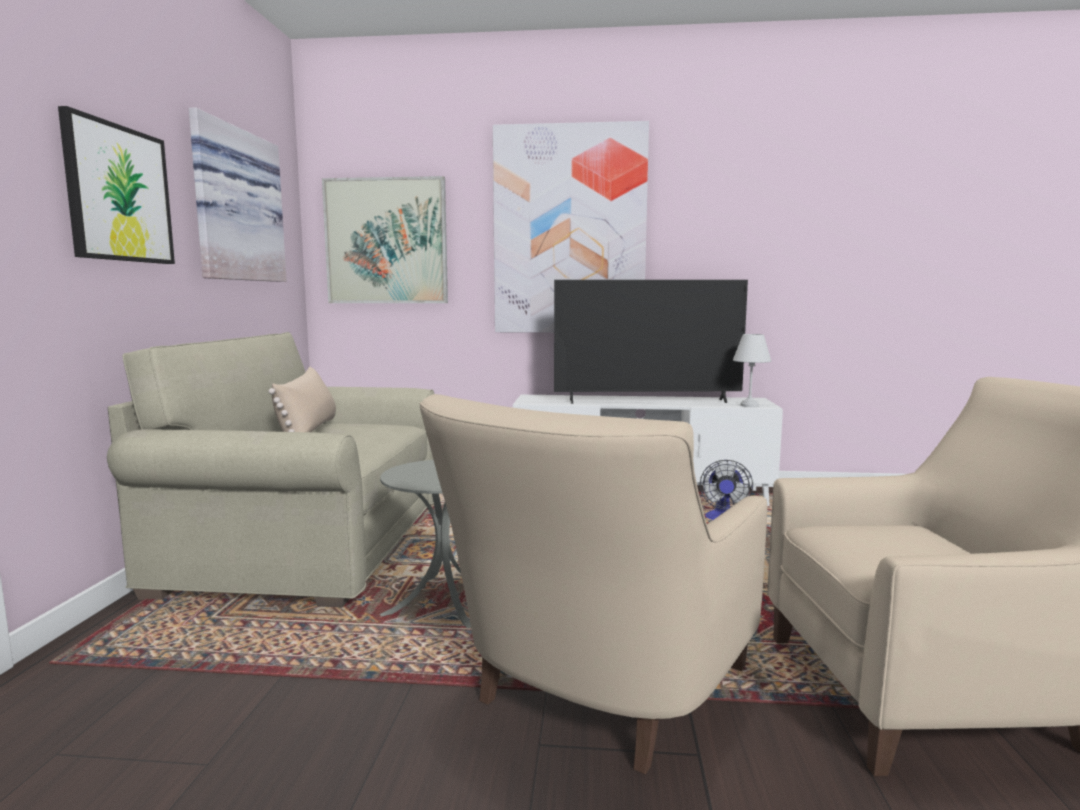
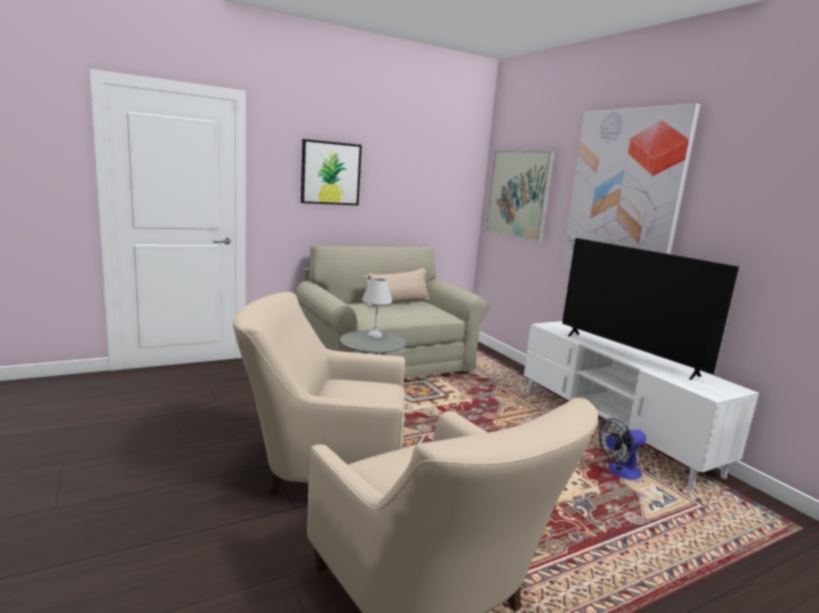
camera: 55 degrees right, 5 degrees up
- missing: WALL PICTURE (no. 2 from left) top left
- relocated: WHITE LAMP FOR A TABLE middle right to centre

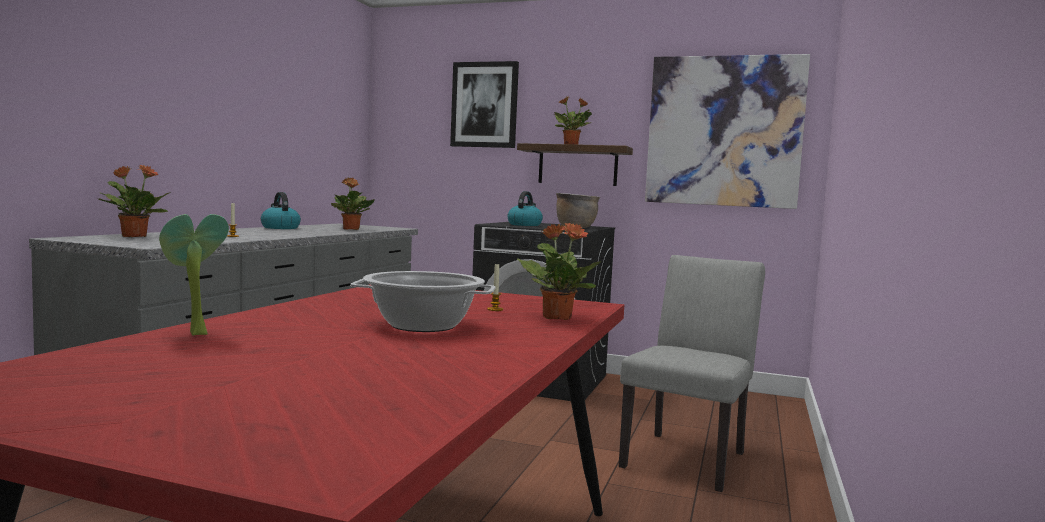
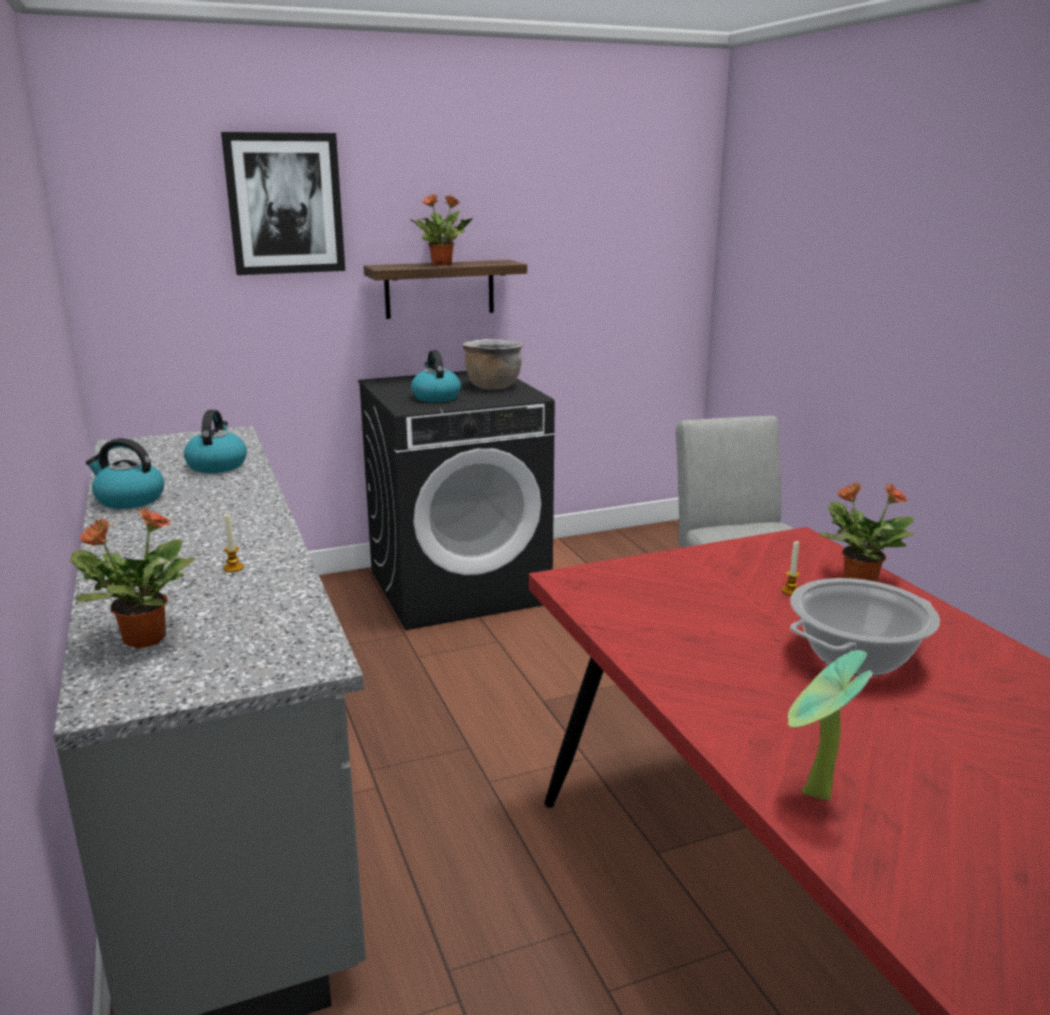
camera: 40 degrees left, 15 degrees up
- missing: WALL PICTURE (no. 2 from left) top right
- exchanged: HOUSEPLANT (no. 3 from left) centre to TEA KETTLE (no. 2 from left) middle left

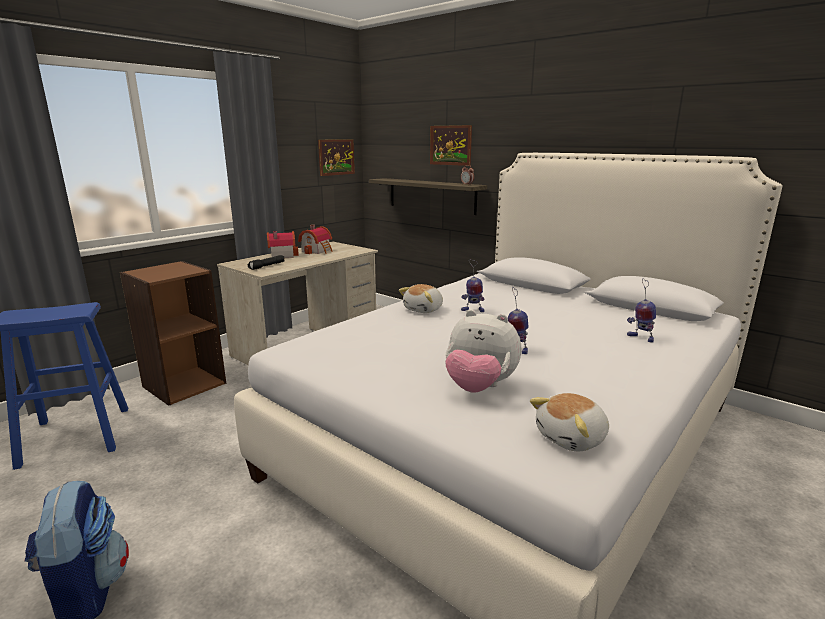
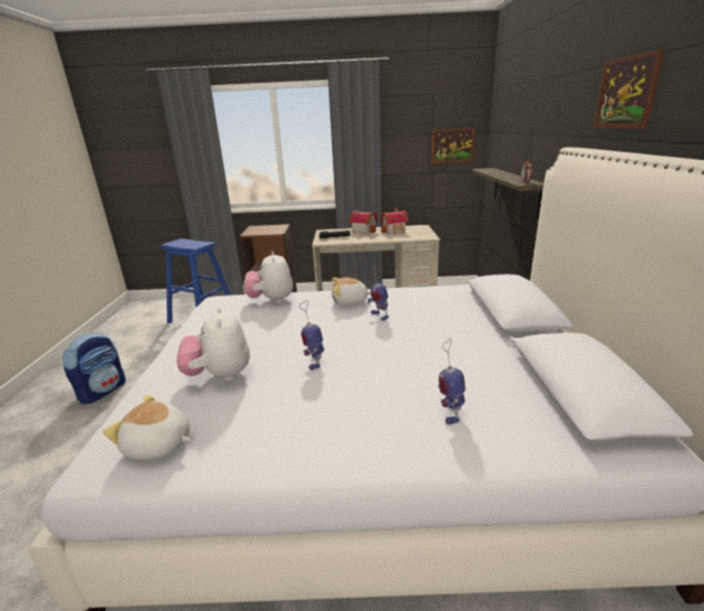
camera: 50 degrees right, 5 degrees up
- appeared: PLUSH TOY (no. 3 from left) centre
- relocated: WALL PICTURE (no. 2 from left) top centre to top right

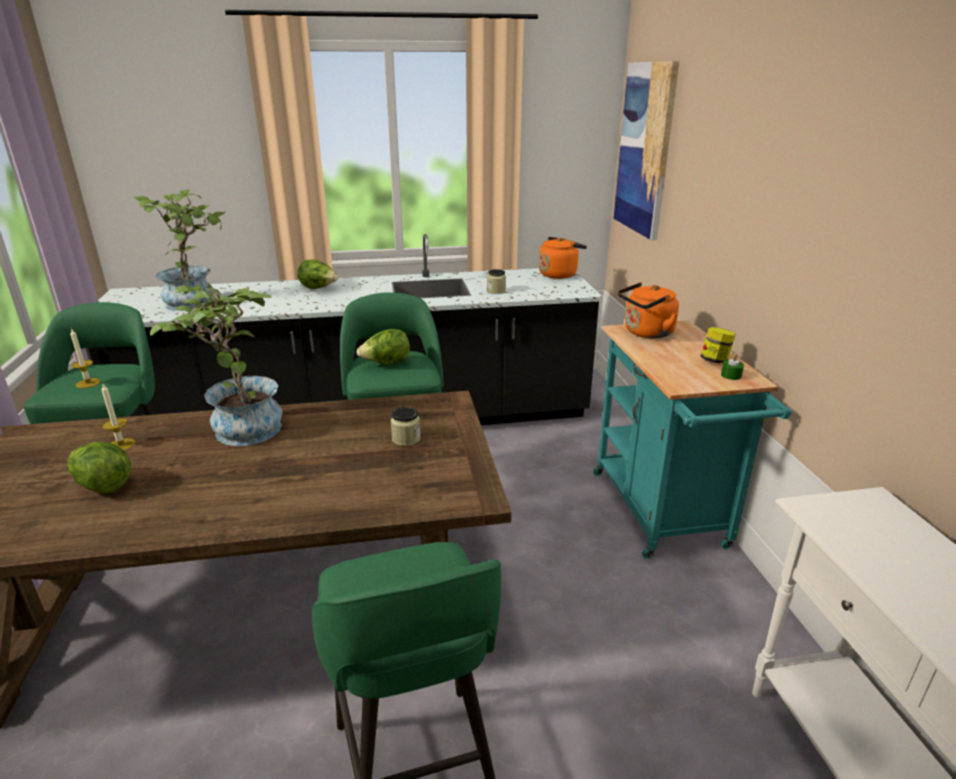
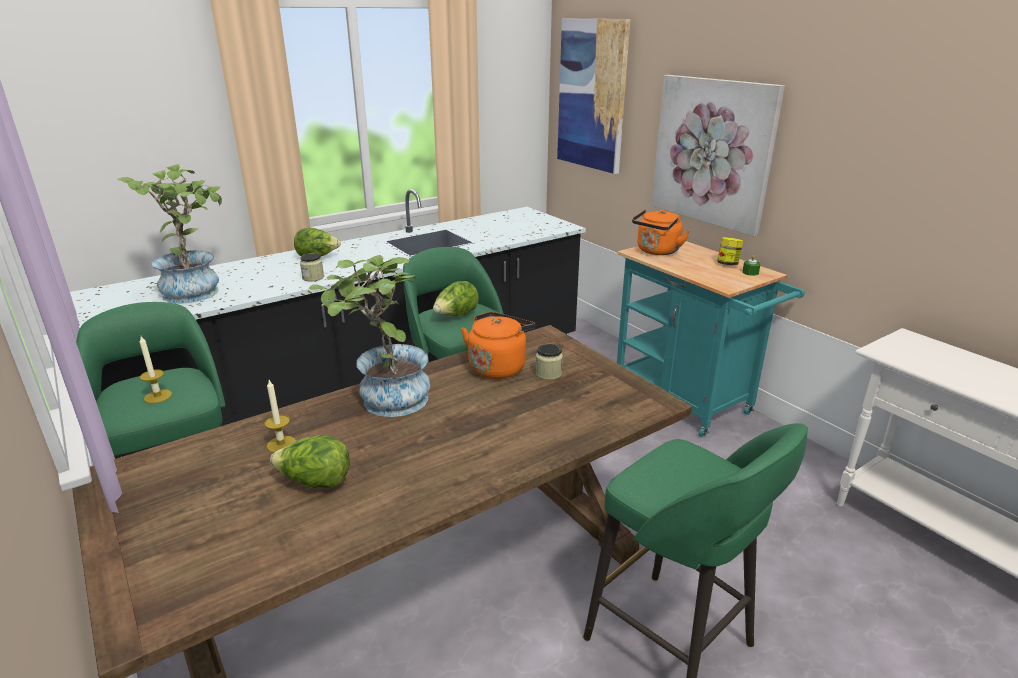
camera: 25 degrees left, 0 degrees up
- appeared: WALL PICTURE (no. 2 from left) top right
- relocated: STORAGE JAR (no. 2 from left in the first image) centre to STORAGE JAR (no. 1 from left) middle left
- relocated: ORANGE TEA KETTLE (no. 1 from left) top centre to centre

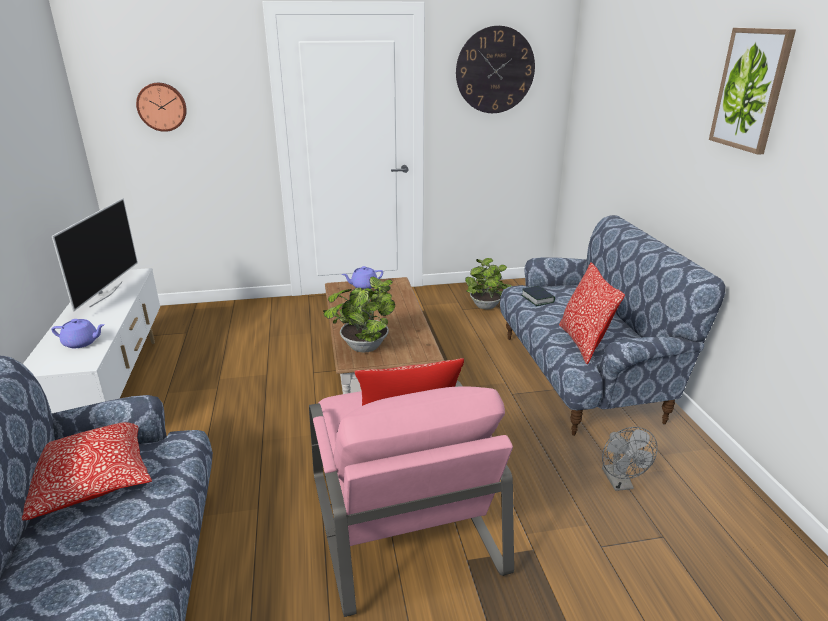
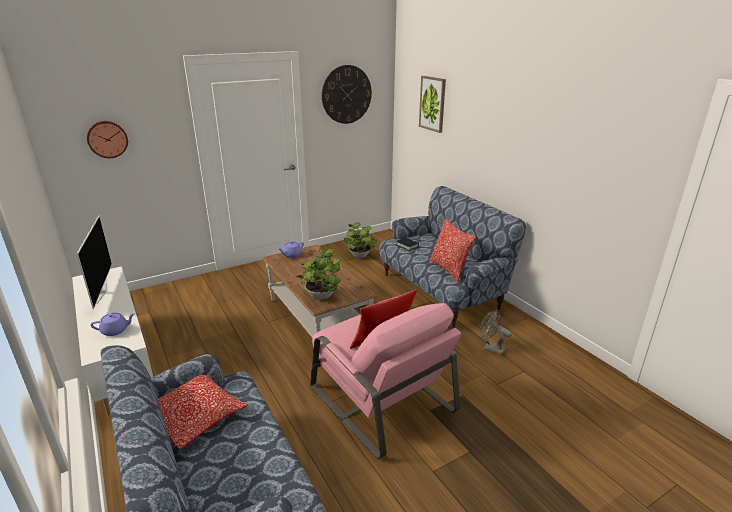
camera: 20 degrees left, 0 degrees up
- relocated: WALL PICTURE top right to top centre
- spun: GREYISH ELECTRIC FAN bottom right = middle right 150 degrees clockwise

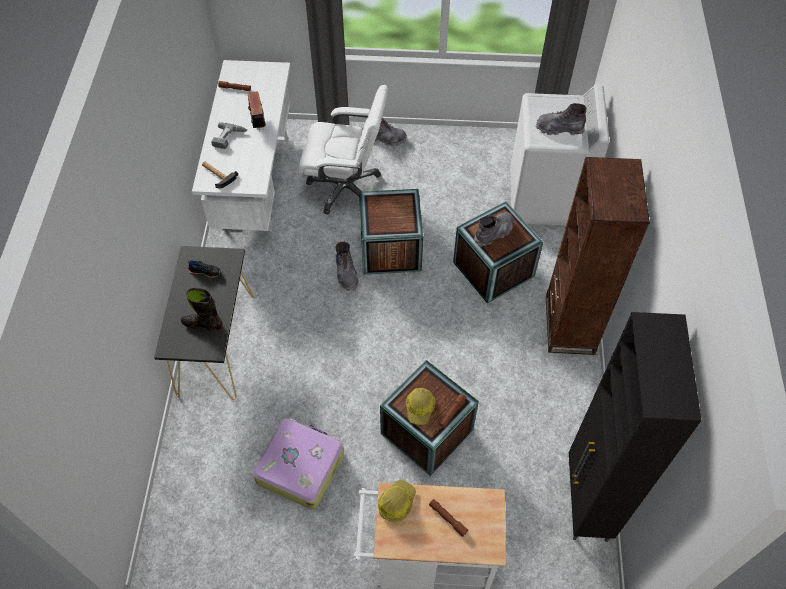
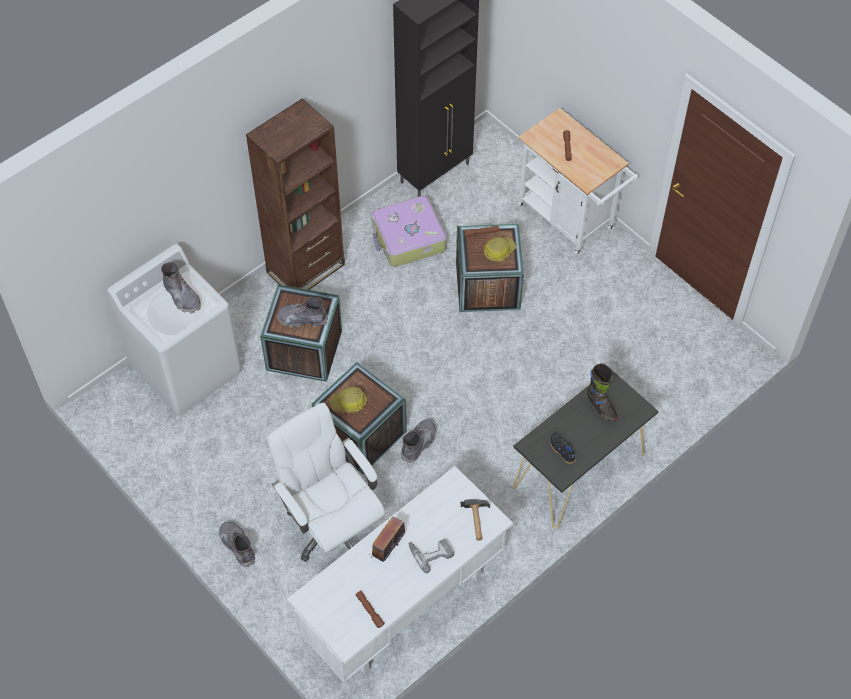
camera: 135 degrees left, 0 degrees up
- relocated: SUITCASE bottom centre to top centre
- relocated: WORK HELMET (no. 1 from left) bottom centre to centre

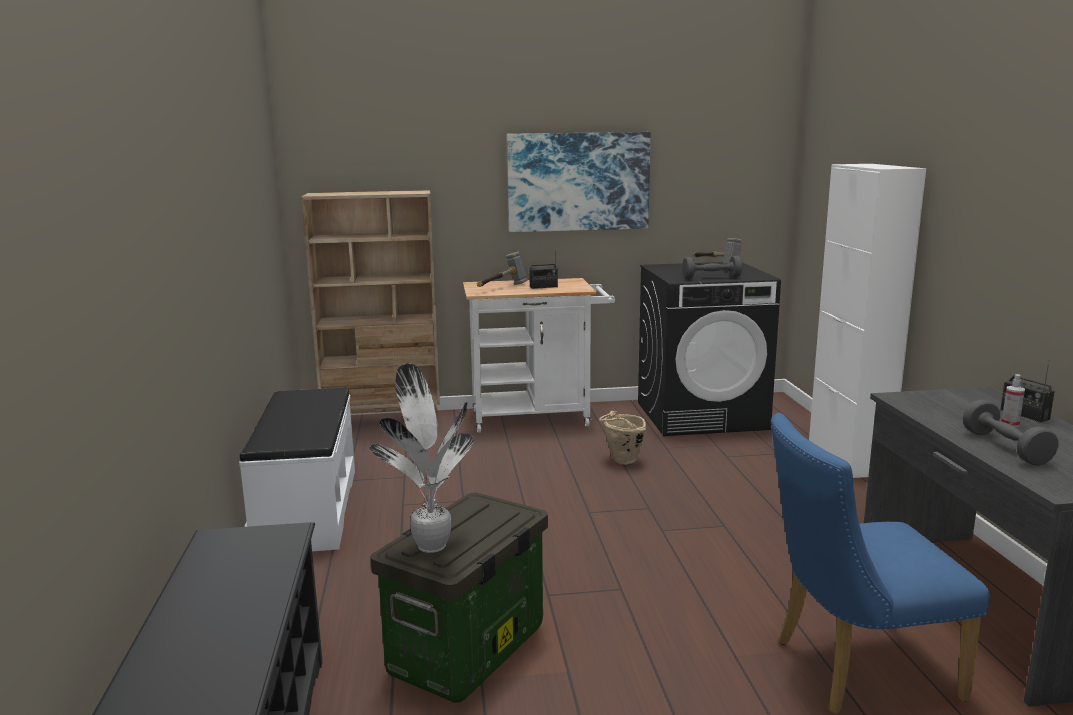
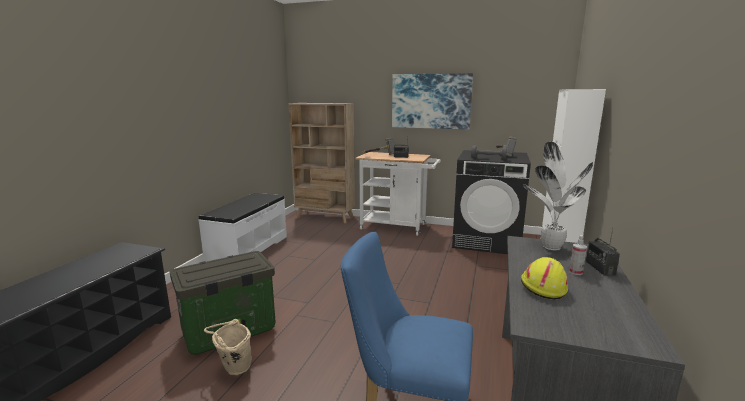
camera: 25 degrees right, 0 degrees up
- relocated: HOUSEPLANT centre to middle right
- relocated: BEIGE-COLOURED PAIL centre to bottom left
- exchanged: GREYISH HAND WEIGHT (no. 2 from left) middle right to YELLOWISH WORK HELMET bottom right

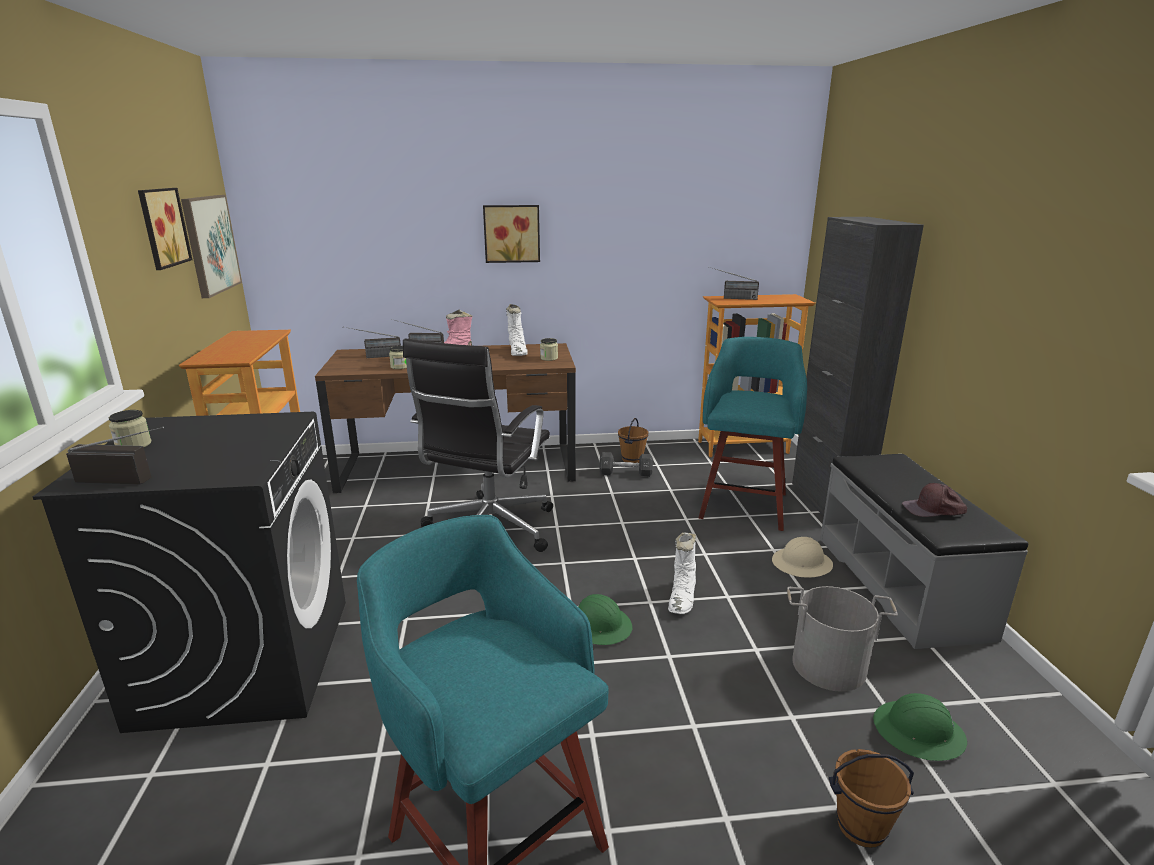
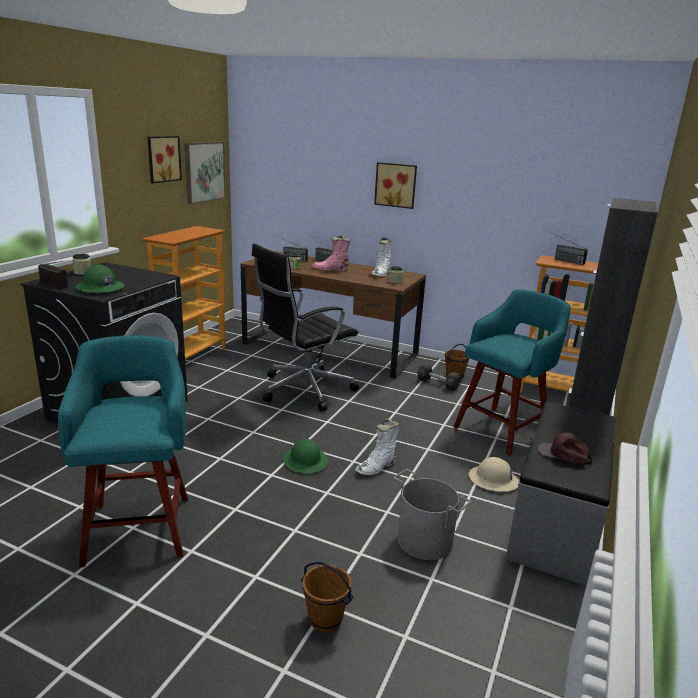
camera: 30 degrees right, 0 degrees up
- relocated: GREENISH WORK HELMET (no. 2 from left in the first image) bottom right to GREENISH WORK HELMET (no. 1 from left) middle left

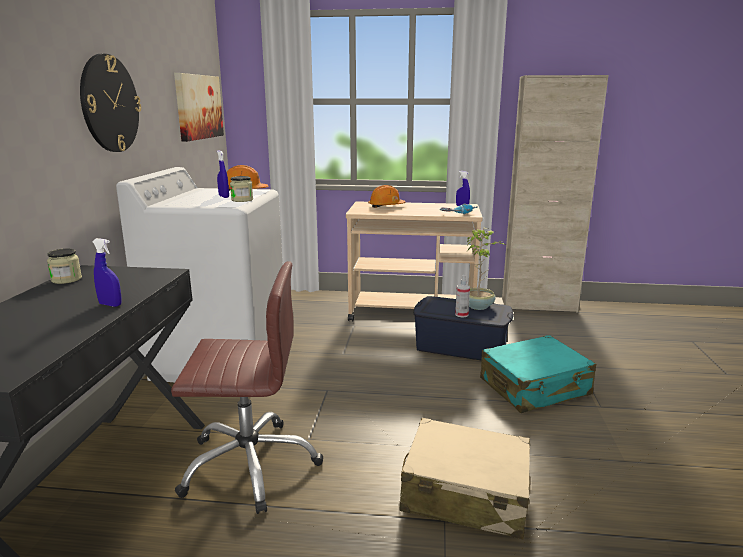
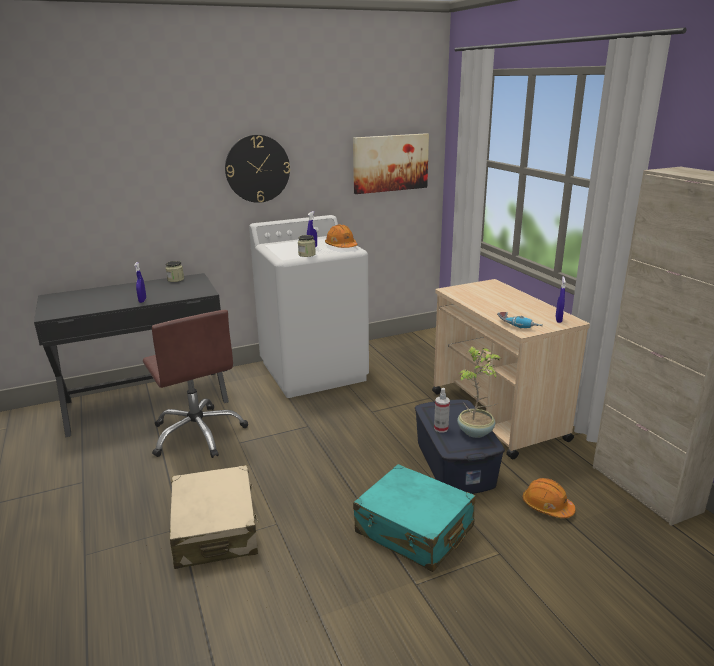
camera: 60 degrees right, 5 degrees up
- relocated: ORANGE WORK HELMET (no. 2 from left) centre to bottom right

